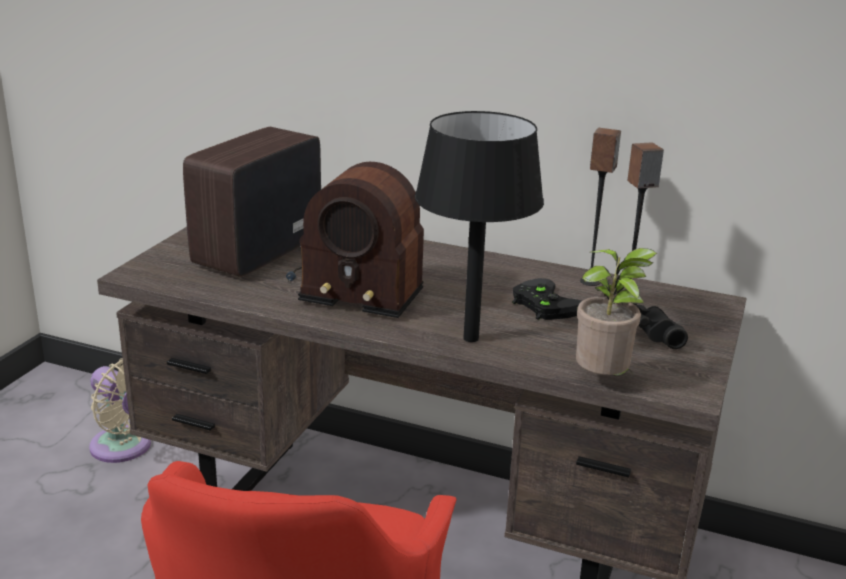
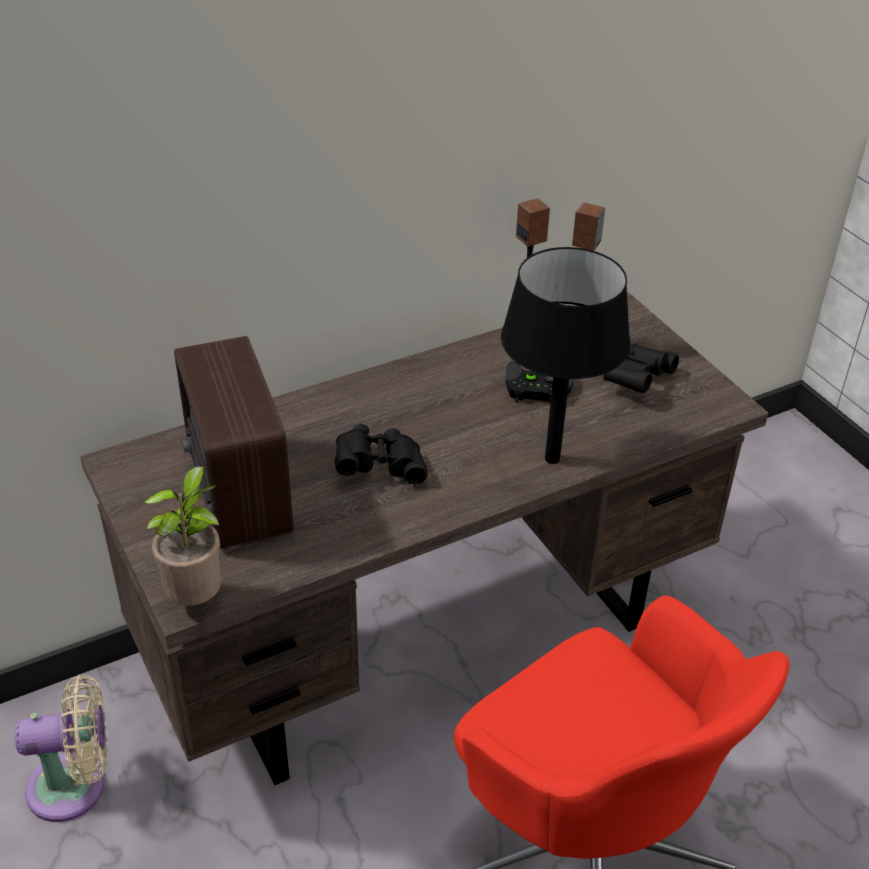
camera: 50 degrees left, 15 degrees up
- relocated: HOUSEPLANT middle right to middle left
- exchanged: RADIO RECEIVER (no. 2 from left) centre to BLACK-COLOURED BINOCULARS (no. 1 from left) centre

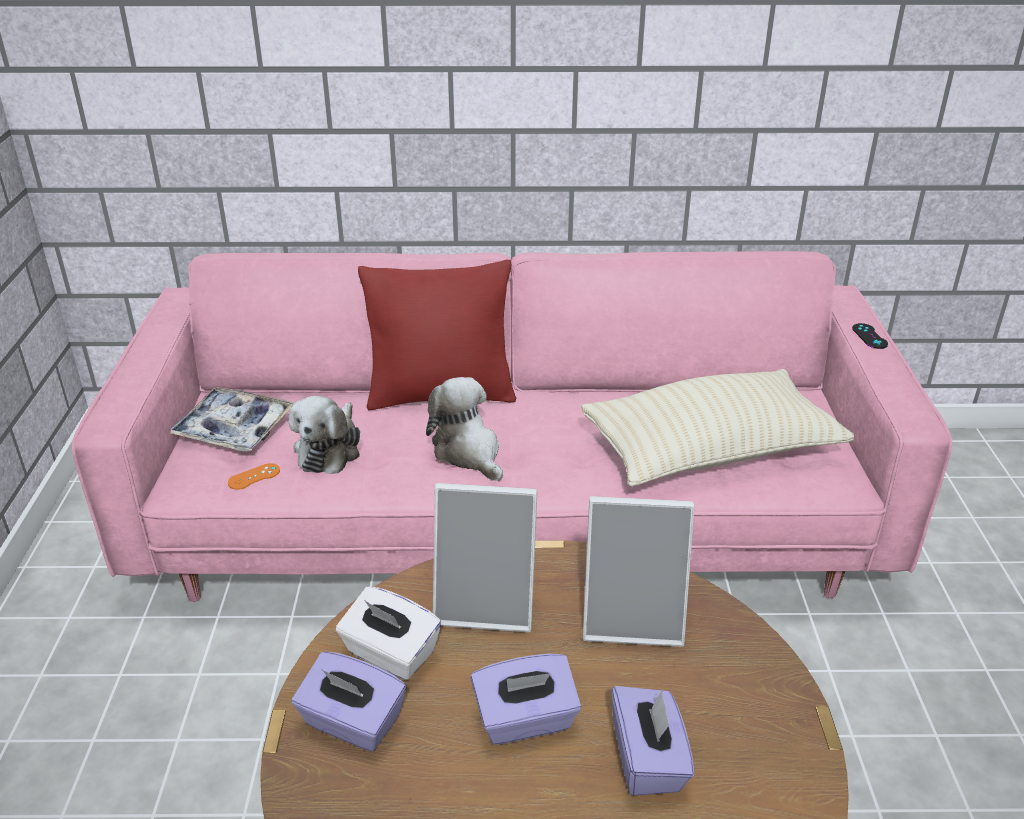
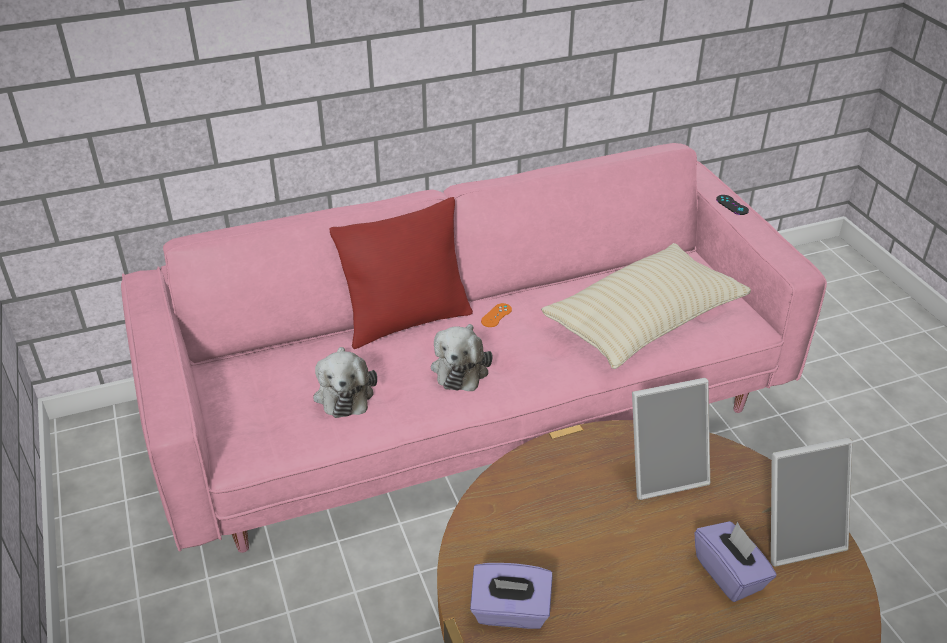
camera: 20 degrees left, 5 degrees up
- missing: TRAY middle left
- missing: WHITE BOX OF TISSUES bottom centre
- missing: PURPLE BOX OF TISSUES (no. 2 from left) bottom centre
- relocated: ORANGE GAMEPAD middle left to centre
- relocated: STANDING FRAME (no. 1 from left in the first image) bottom centre to STANDING FRAME (no. 2 from left) bottom right
- spun: PLUSH TOY (no. 2 from left) centre = centre 120 degrees counterclockwise

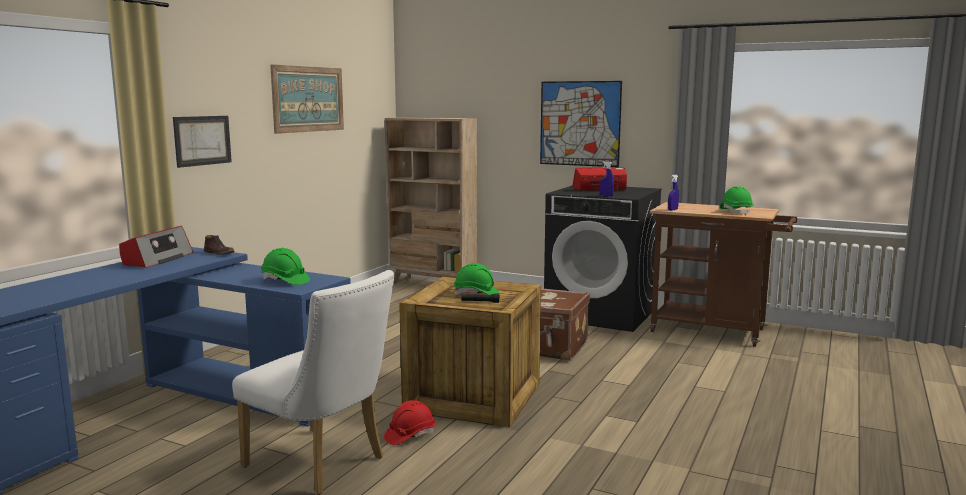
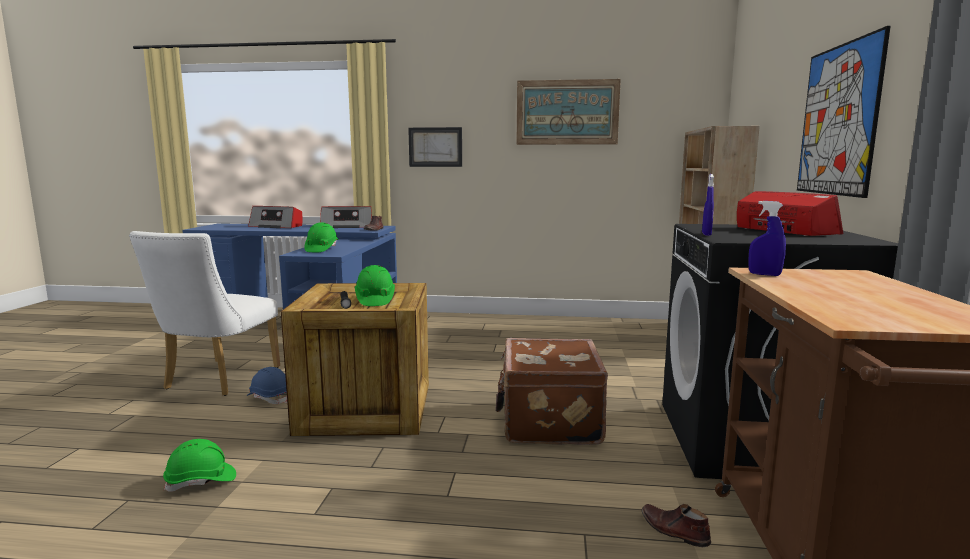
camera: 70 degrees right, 0 degrees up
- appeared: RADIO RECEIVER (no. 1 from left) middle left
- appeared: BROWN-COLOURED SHOE (no. 2 from left) bottom right
- relocated: GREENISH WORK HELMET (no. 3 from left in the first image) middle right to GREENISH WORK HELMET (no. 1 from left) bottom left
- colour: REDDISH WORK HELMET bottom centre to BLUISH WORK HELMET bottom left

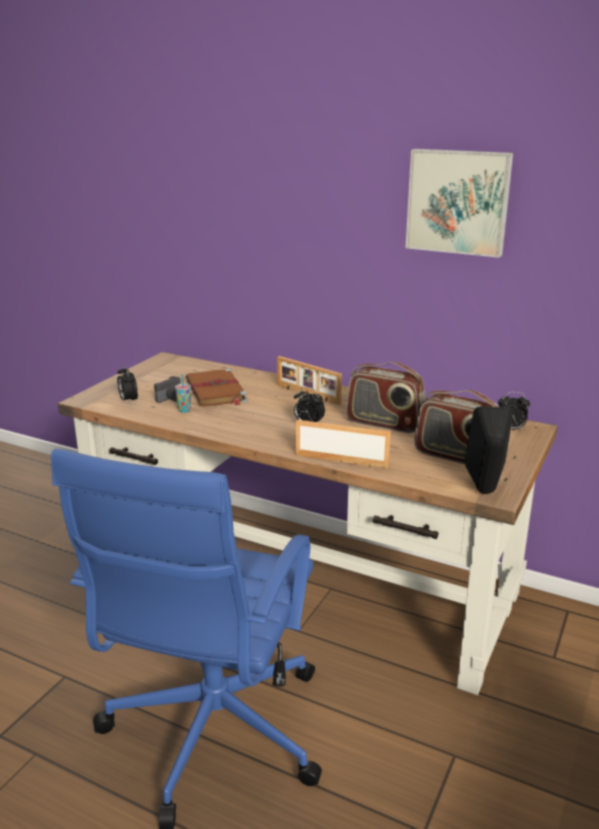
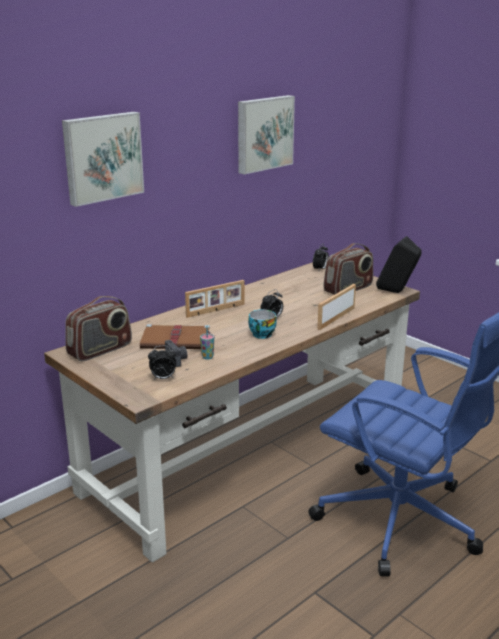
camera: 70 degrees left, 0 degrees up
- appeared: WALL PICTURE (no. 1 from left) top left
- appeared: SMALL CUP (no. 2 from left) centre
- relocated: RADIO RECEIVER (no. 1 from left) centre to middle left

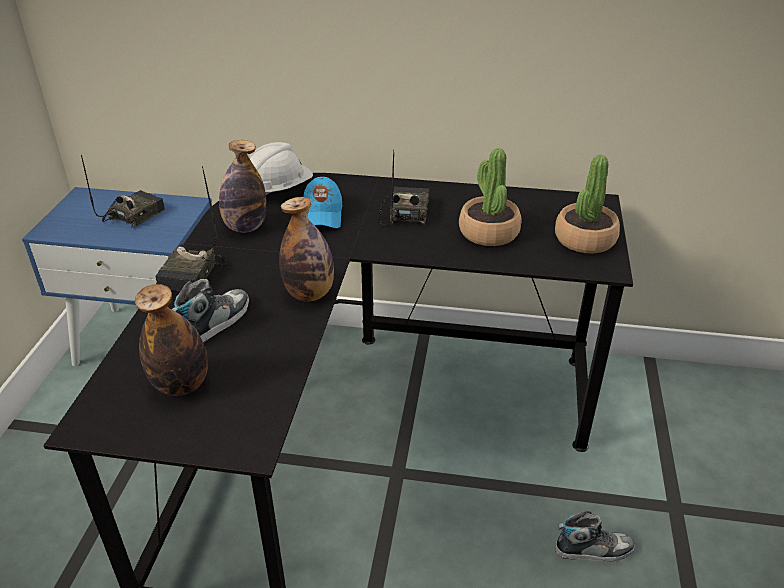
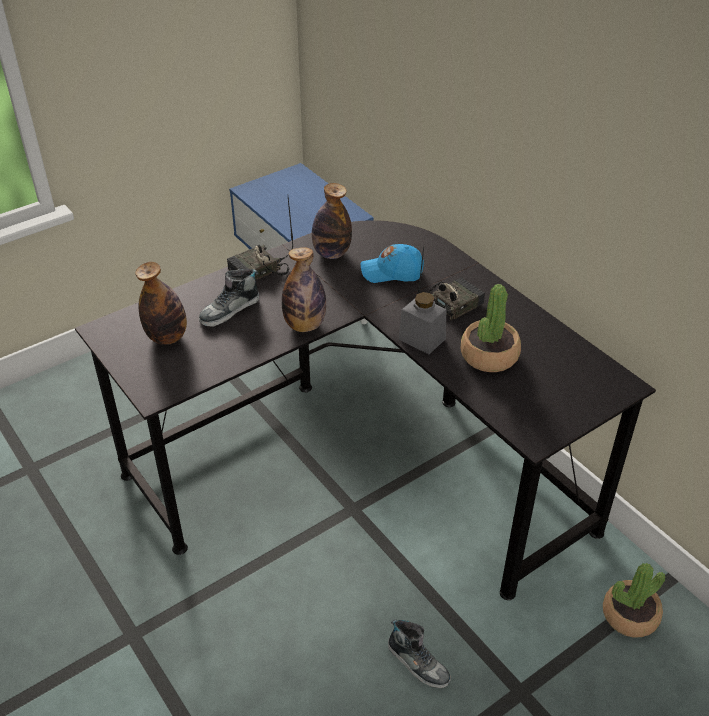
camera: 45 degrees right, 5 degrees up
- missing: RADIO RECEIVER (no. 1 from left) top left
- missing: WHITE WORK HELMET top centre
- appeared: GREYISH STORAGE JAR centre
- relocated: HOUSEPLANT (no. 2 from left) middle right to bottom right
- spun: SHOE (no. 1 from left) middle left = middle left 150 degrees clockwise
- spun: BLUISH CAP centre = centre 45 degrees clockwise

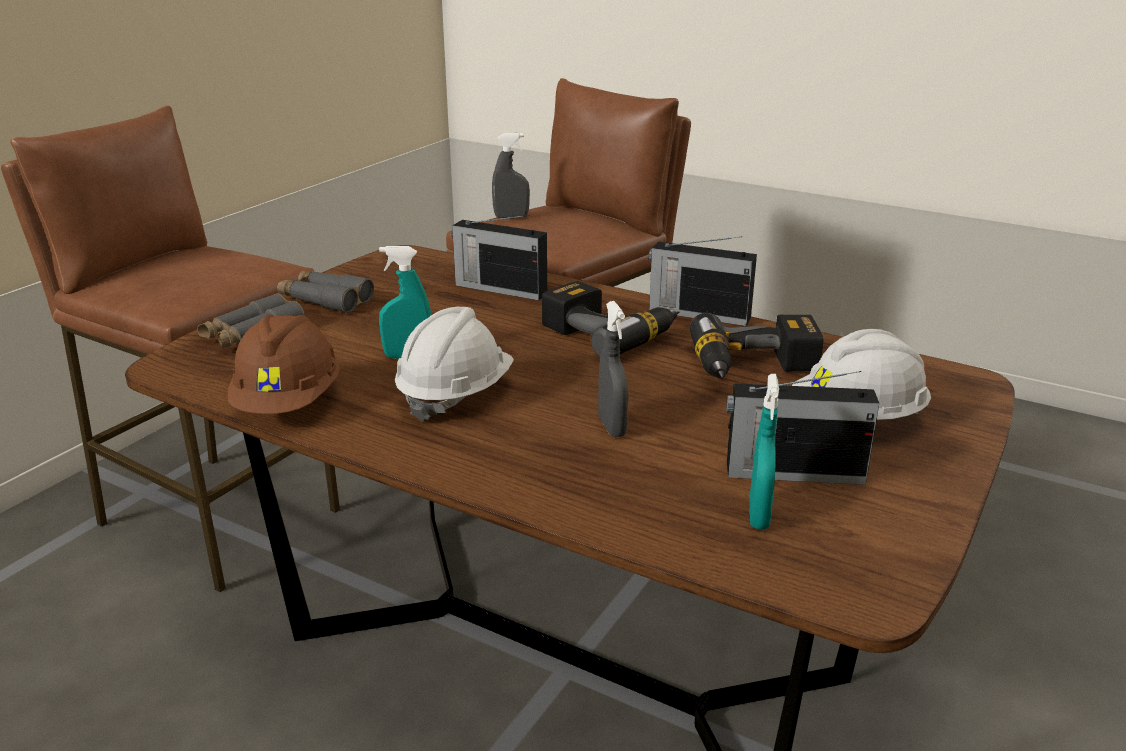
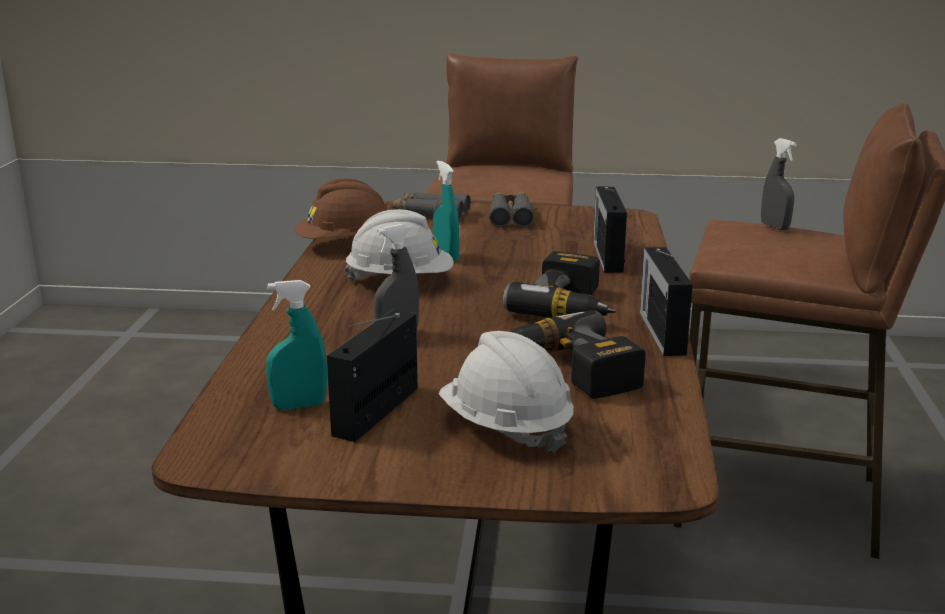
camera: 65 degrees right, 5 degrees down
- spun: RADIO RECEIVER (no. 3 from left in the first image) middle right = centre 45 degrees clockwise

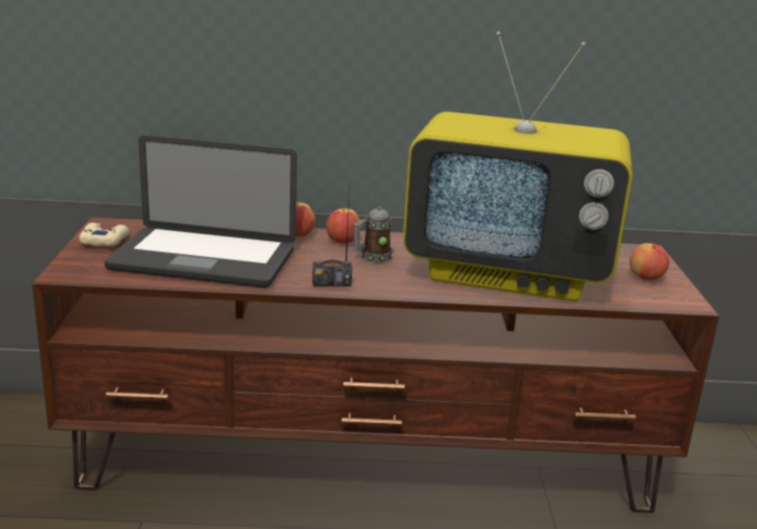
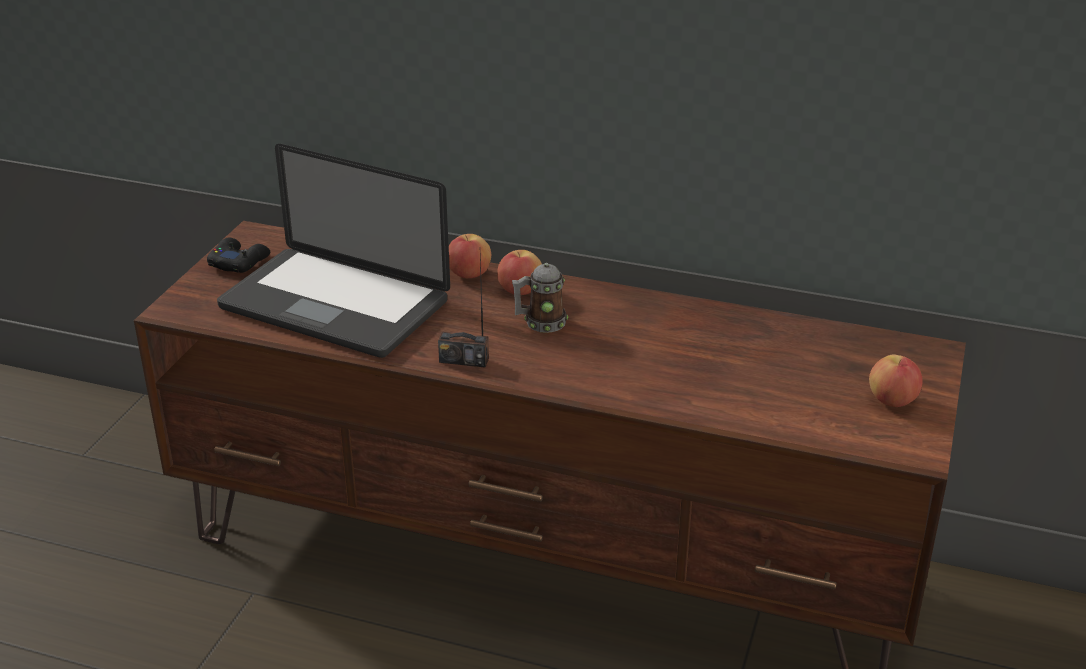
camera: 20 degrees right, 10 degrees up
- missing: TV top right
- colour: BEIGE-COLOURED GAMEPAD middle left to BLACK-COLOURED GAMEPAD middle left

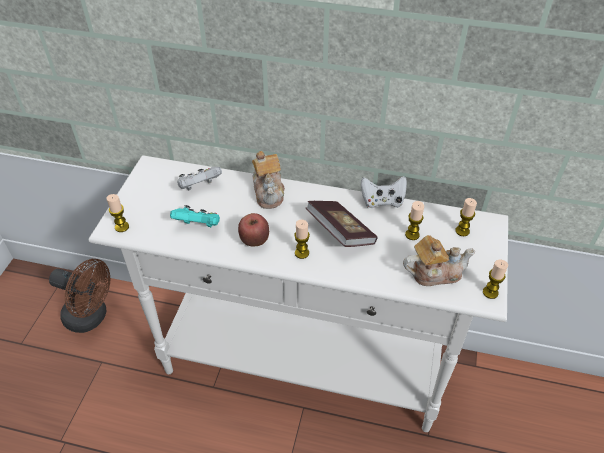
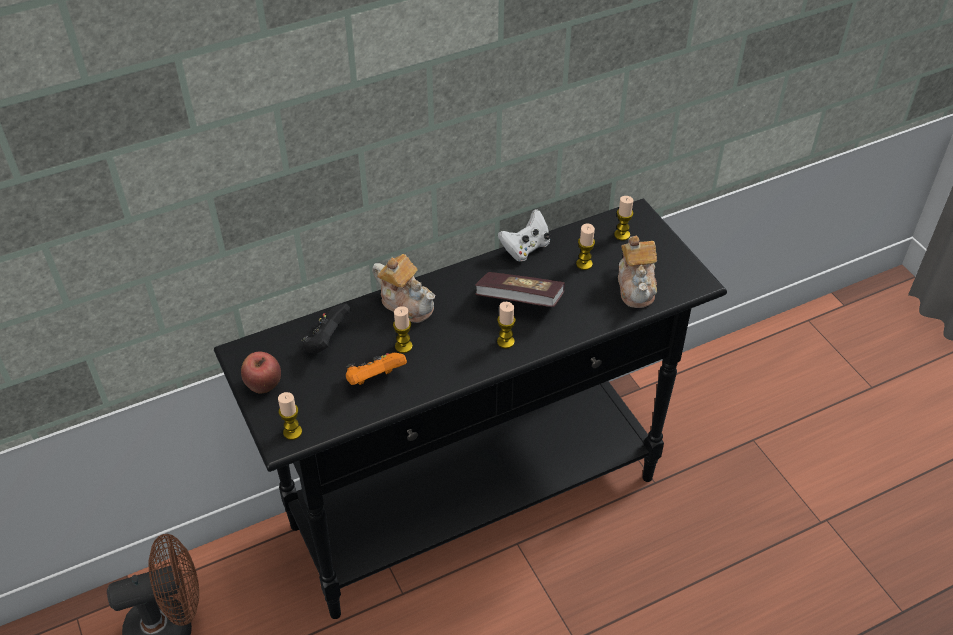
camera: 40 degrees left, 0 degrees up
- relocated: APPLE centre to middle left
- relocated: WAX CANDLE (no. 5 from left in the first image) middle right to WAX CANDLE (no. 2 from left) centre
- colour: WHITE CONSOLE TABLE centre to BLACK-COLOURED CONSOLE TABLE centre
- colour: BLUE-GREEN GAMEPAD middle left to ORANGE GAMEPAD centre
- colour: WHITE GAMEPAD (no. 1 from left) middle left to BLACK-COLOURED GAMEPAD centre
- spun: POT FOR TEA (no. 2 from left) middle right = middle right 135 degrees clockwise

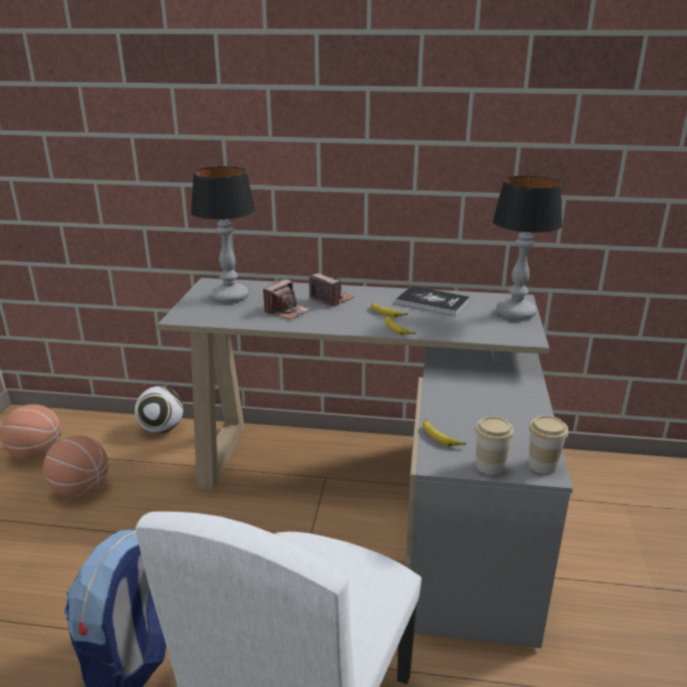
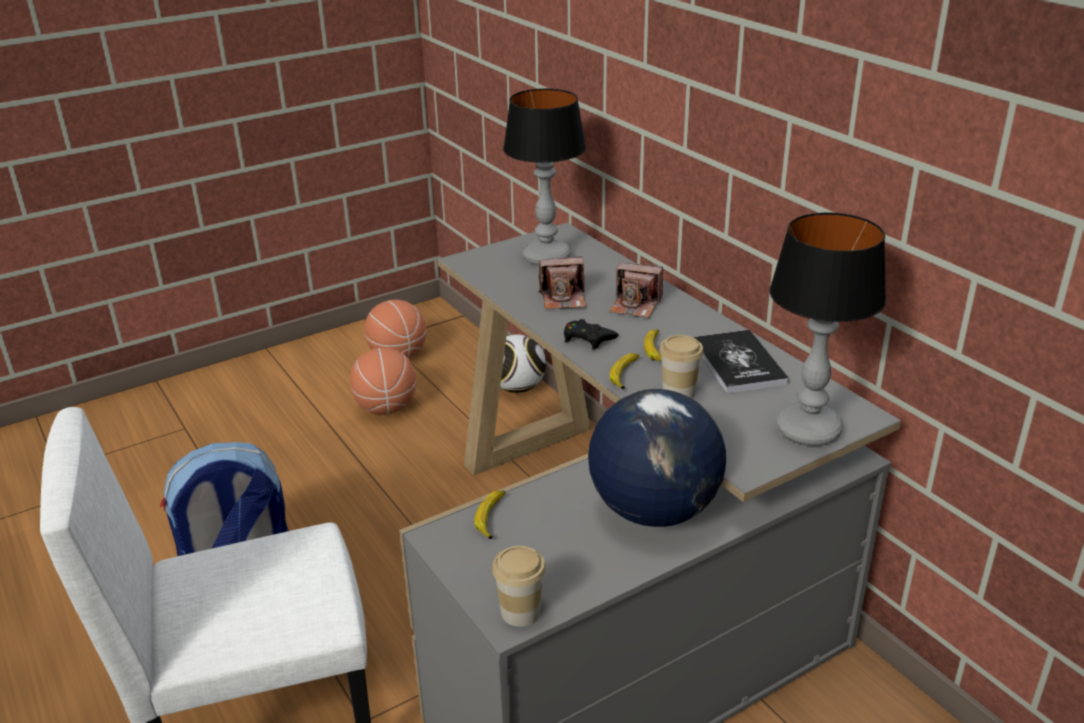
camera: 50 degrees right, 5 degrees up
- appeared: BLACK-COLOURED GAMEPAD centre
- appeared: GLOBE centre
- relocated: SMALL CUP (no. 1 from left in the first image) middle right to SMALL CUP (no. 2 from left) centre
- spun: STILL CAMERA (no. 2 from left) centre = centre 105 degrees clockwise

